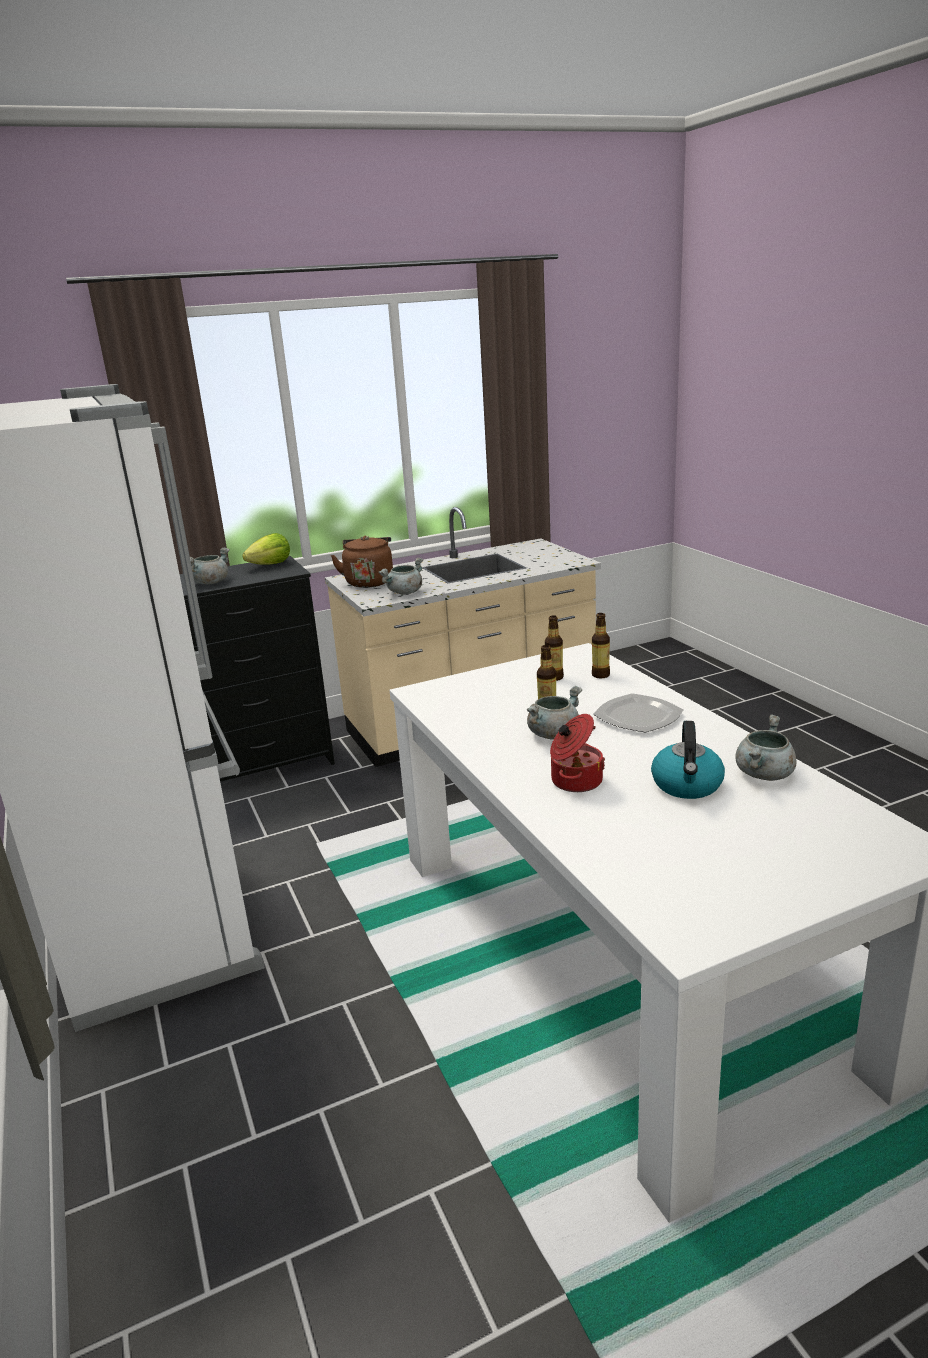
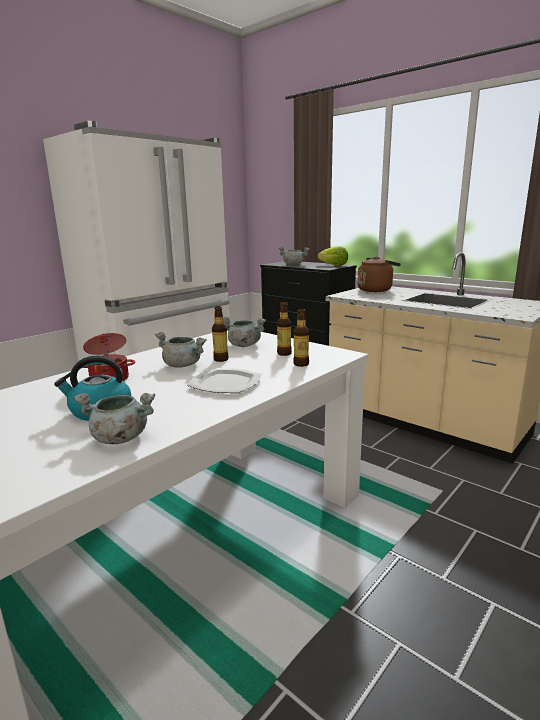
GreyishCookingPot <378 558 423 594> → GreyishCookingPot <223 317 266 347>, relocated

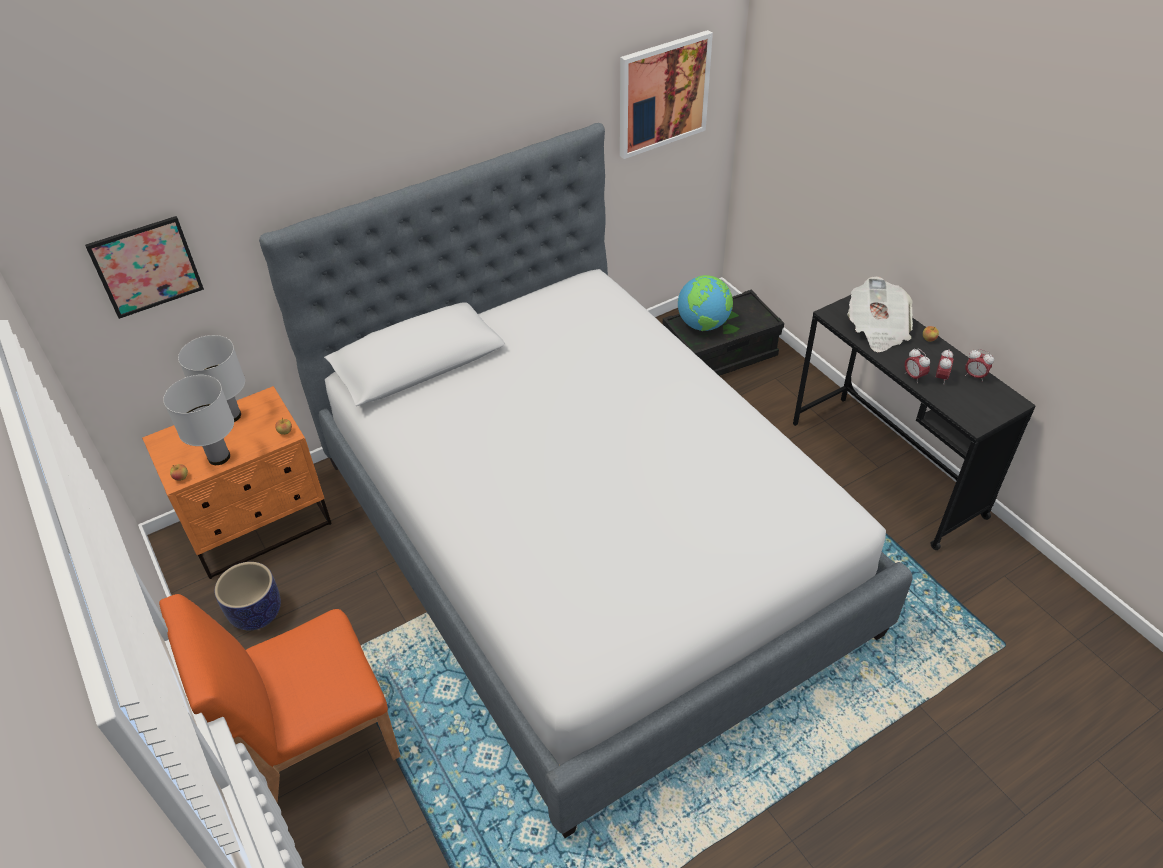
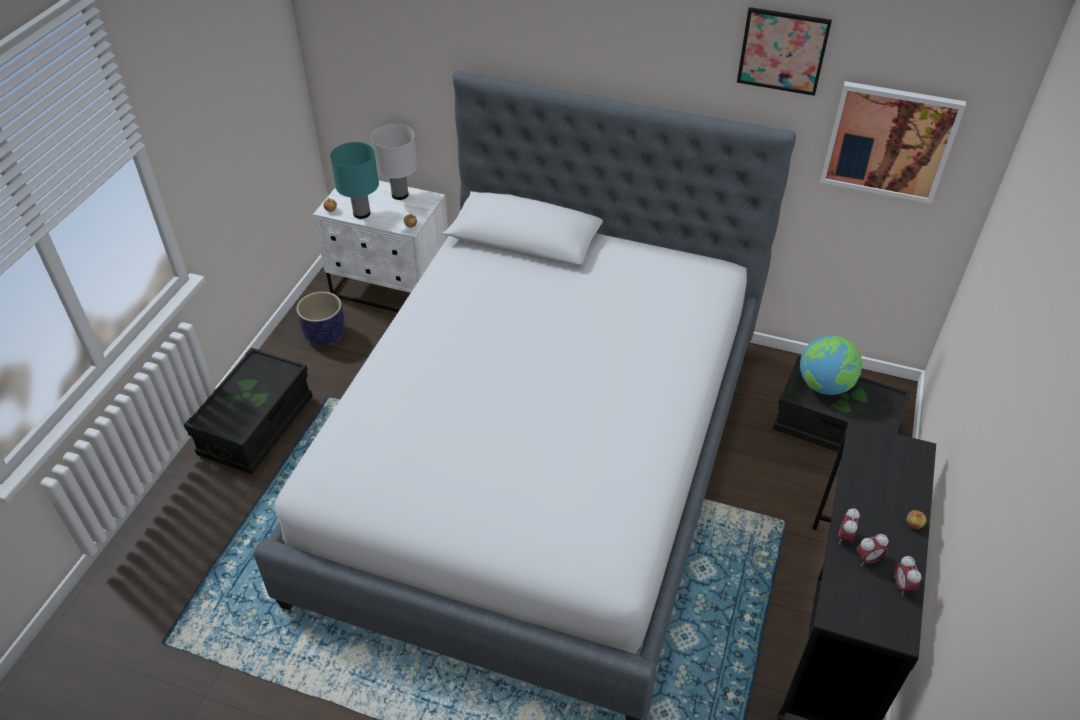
OrangeColouredUprightChair <159 594 401 804> → BlackStorageBin <184 348 313 474>
OrangeColouredNightstand <142 386 331 579> → WhiteColouredNightstand <313 181 448 312>
WhiteColouredTabletopLamp <163 375 234 465> → TurquoiseColouredTabletopLamp <330 142 379 219>
Picture <85 216 204 319> → Picture <737 7 832 96>, relocated
Newspaper <848 276 913 353> → -

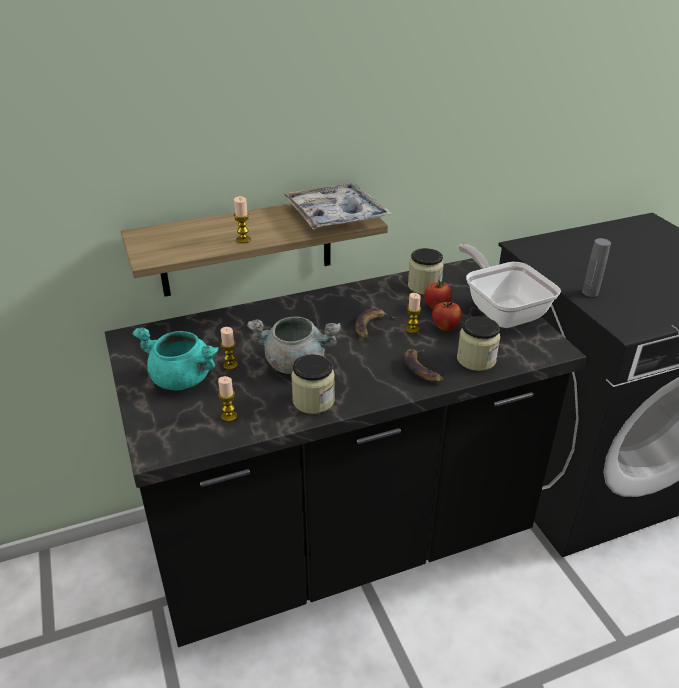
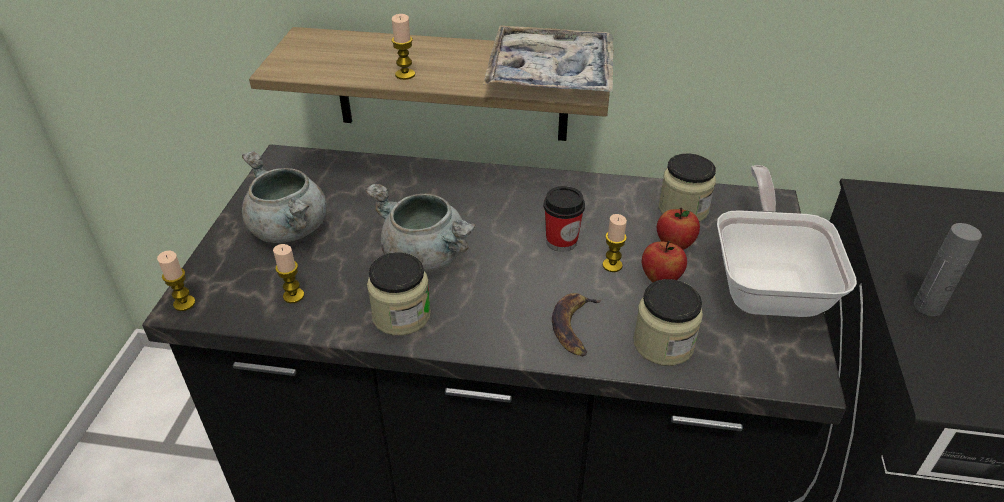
WaxLight <221 327 238 370> → WaxLight <157 251 196 311>, relocated
TurquoiseColouredCookingPot <132 328 219 391> → GreyishCookingPot <242 151 327 243>
Banana <355 308 395 339> → DrinkingCup <544 186 585 252>

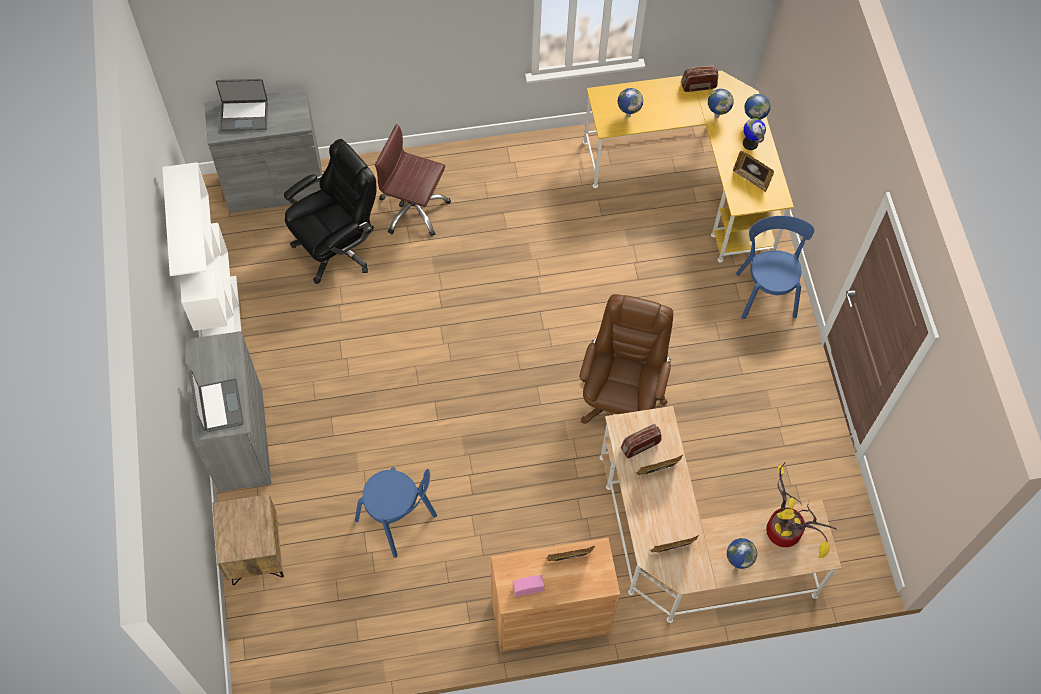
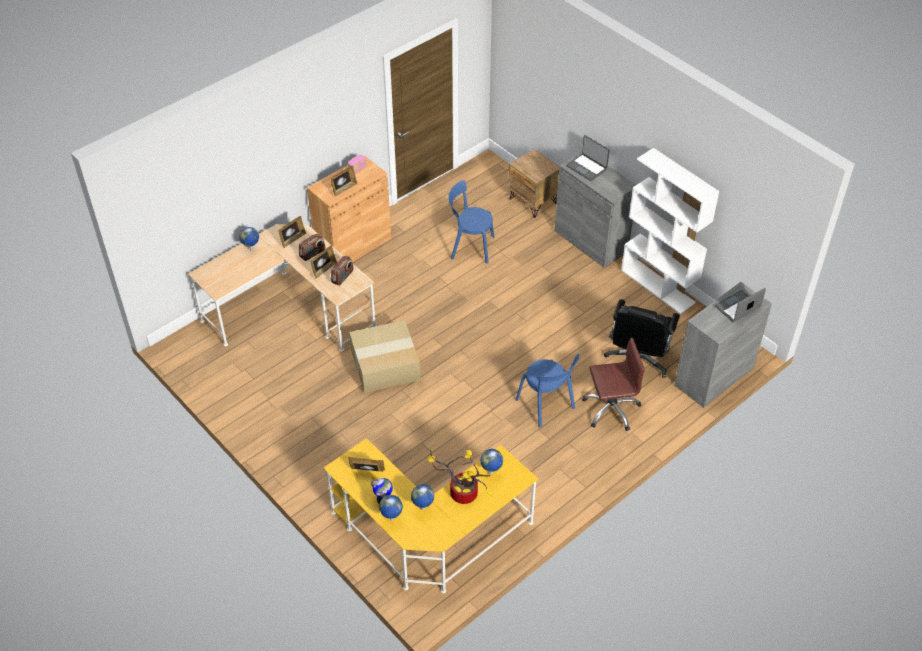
Radio <681 66 718 92> → Radio <299 234 325 261>, relocated
BrownColouredDeskChair <579 294 673 424> → CardboardBox <349 320 420 393>
Houseplant <766 462 837 558> → Houseplant <427 450 493 504>, relocated
BlueColouredUprightChair <736 216 814 319> → BlueColouredUprightChair <515 353 579 428>, relocated

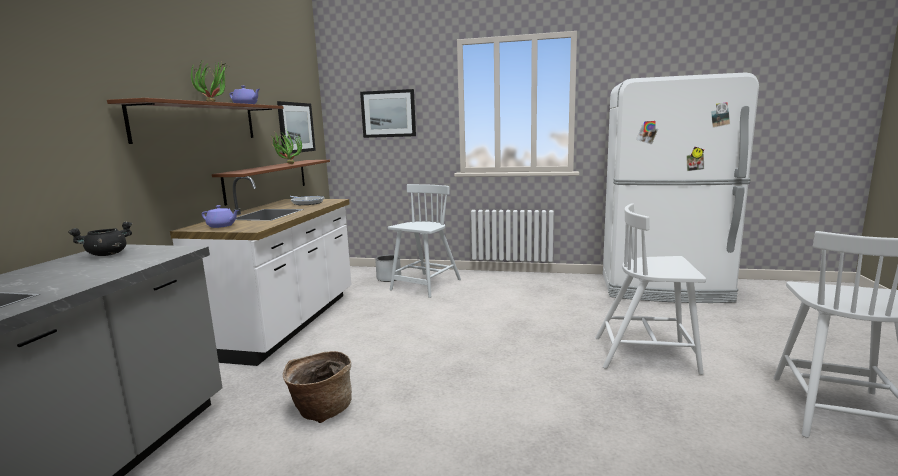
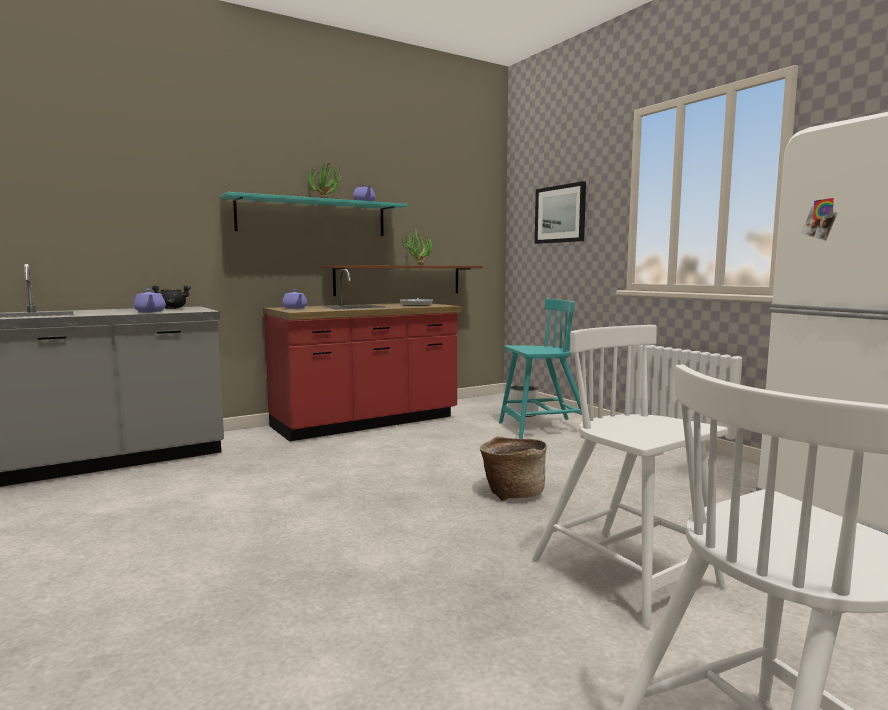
- → PurpleColouredTeaPot <133 289 166 312>
BrownColouredBracketShelf <107 98 284 144> → TurquoiseColouredBracketShelf <220 192 407 236>
WhiteColouredKitchenBaseUnit <170 176 352 366> → RedColouredKitchenBaseUnit <263 269 461 441>
StorageBasket <283 351 352 423> → StorageBasket <480 436 547 501>, relocated
WhiteColouredUprightChair <388 184 461 298> → TurquoiseColouredUprightChair <499 299 582 439>
Picture <277 101 316 154> → -

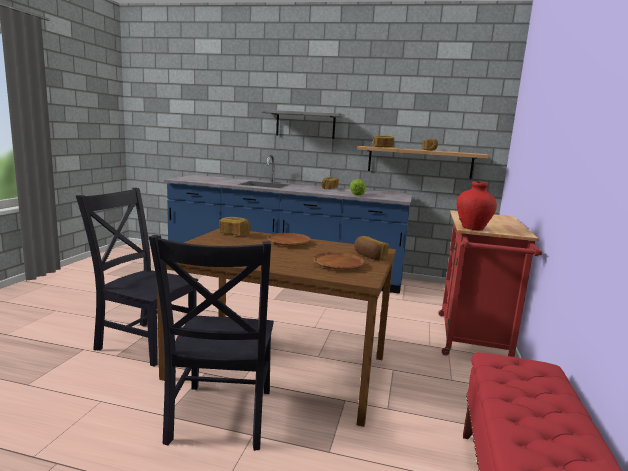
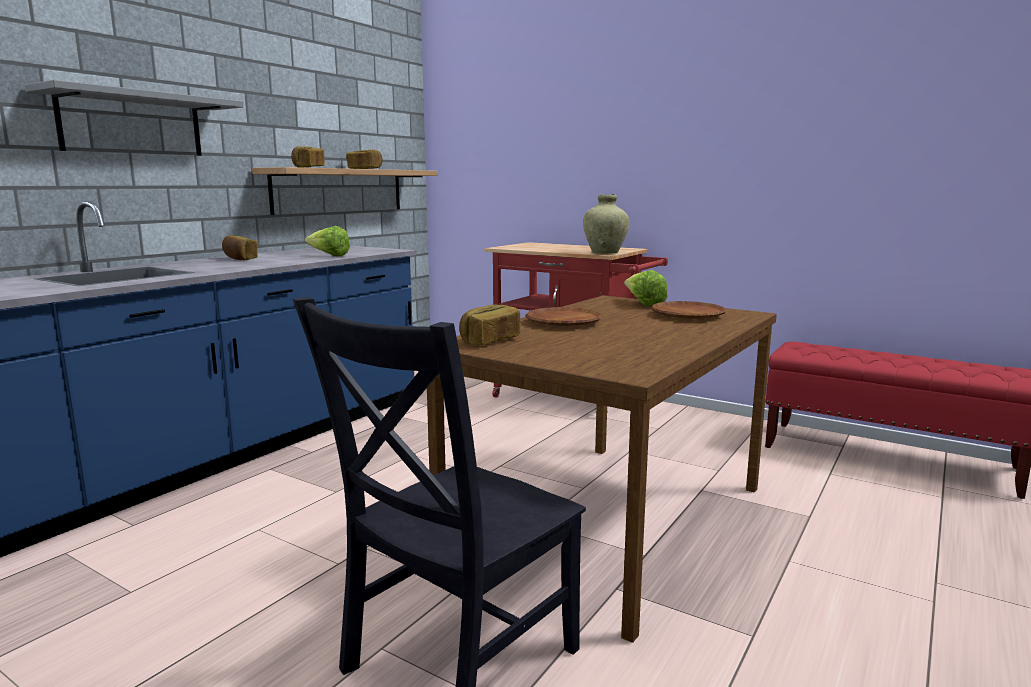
RedColouredDecorativeVase <457 181 497 230> → BeigeDecorativeVase <583 194 630 254>
BakeryBread <354 236 389 260> → LettuceHead <624 270 668 306>
BlackUprightChair <149 235 274 451> → -

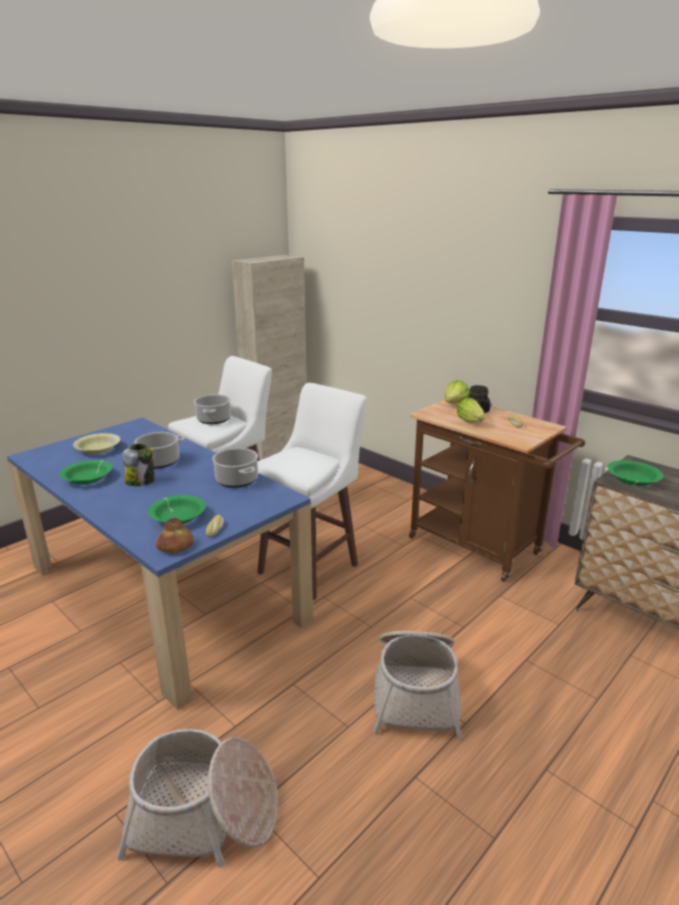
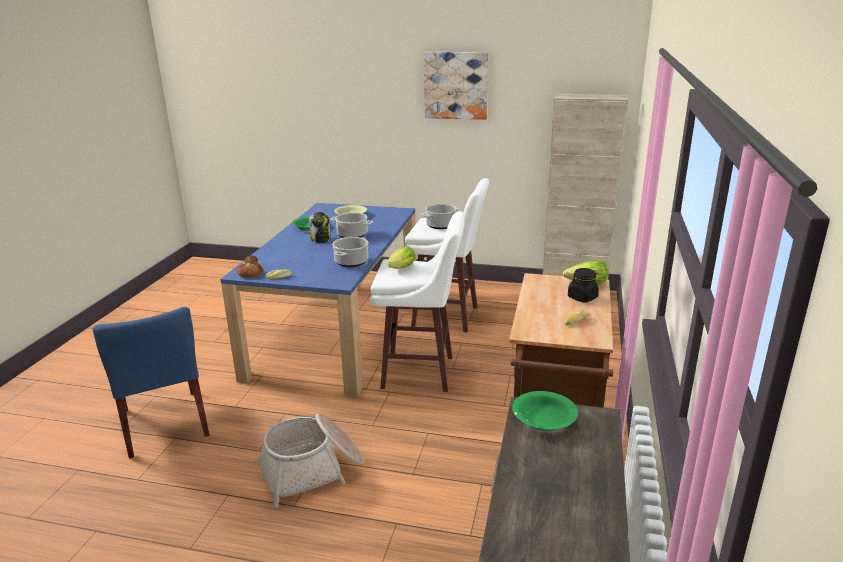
StorageBasket <117 729 278 868> → BlueColouredUprightChair <92 307 210 459>
LettuceHead <457 398 485 423> → LettuceHead <387 246 416 269>, relocated
- → Picture <424 52 489 120>
GreenColouredDeepDish <148 495 206 524> → -

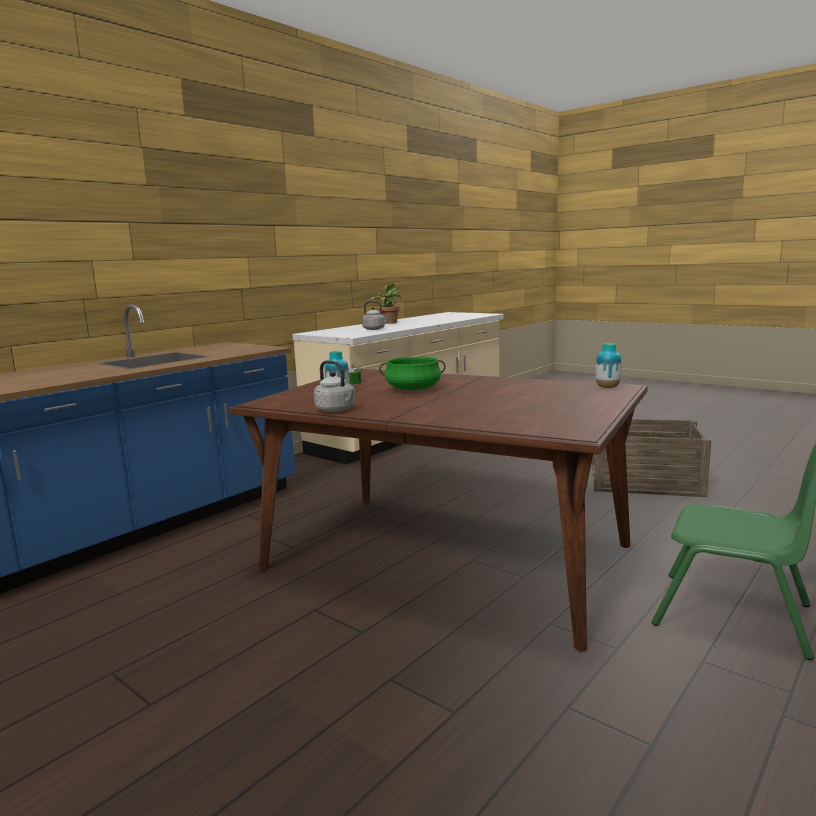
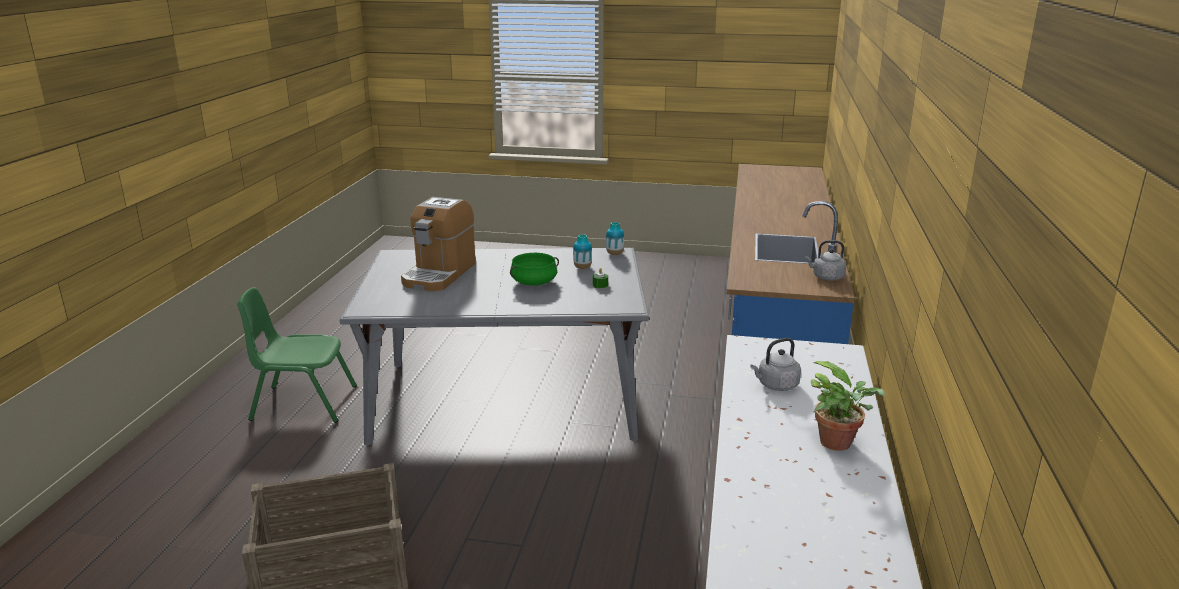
BrownColouredKitchenTable <229 369 648 652> → GreyishKitchenTable <340 248 649 446>
- → CoffeeMaker <401 197 476 291>
DecorativeVase <596 343 621 388> → DecorativeVase <606 222 624 255>, relocated
GreyishWaterKettle <314 360 356 412> → GreyishWaterKettle <805 240 846 280>, relocated

